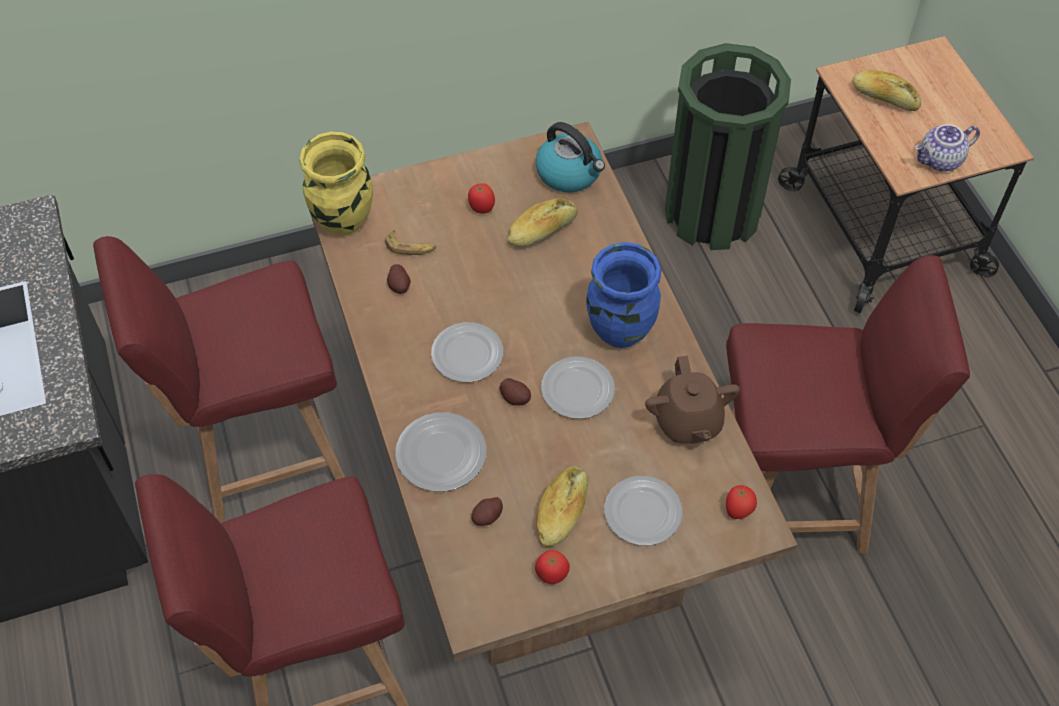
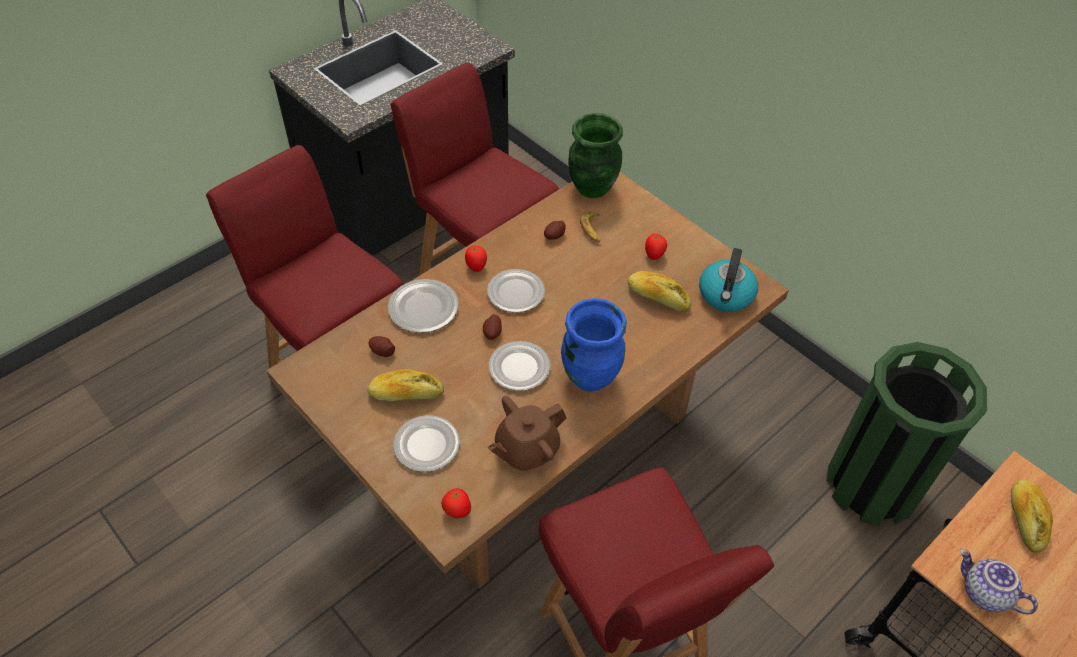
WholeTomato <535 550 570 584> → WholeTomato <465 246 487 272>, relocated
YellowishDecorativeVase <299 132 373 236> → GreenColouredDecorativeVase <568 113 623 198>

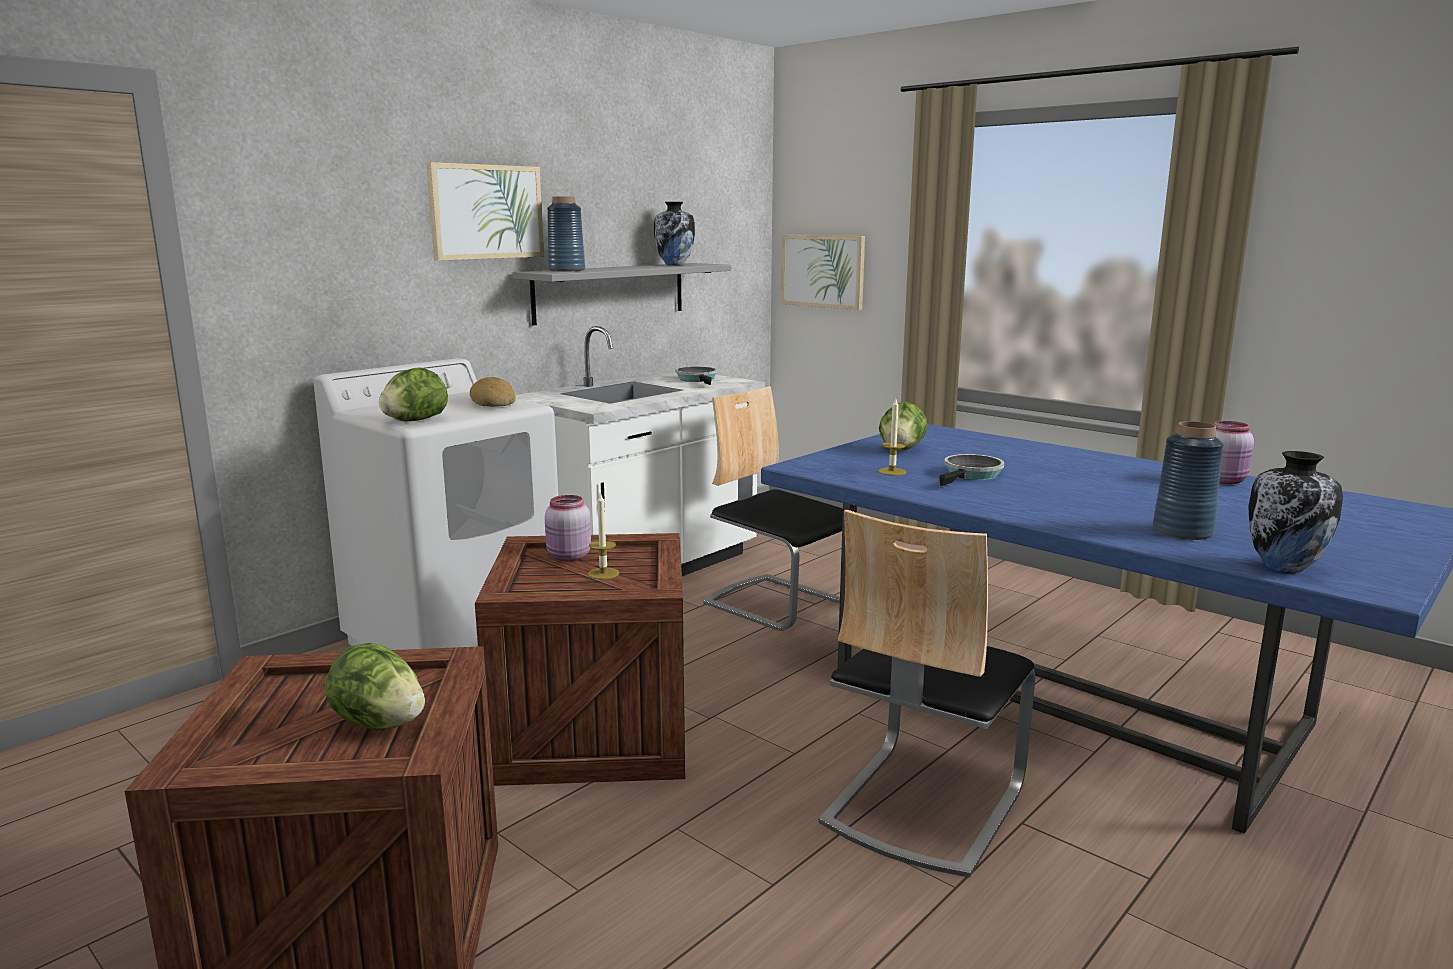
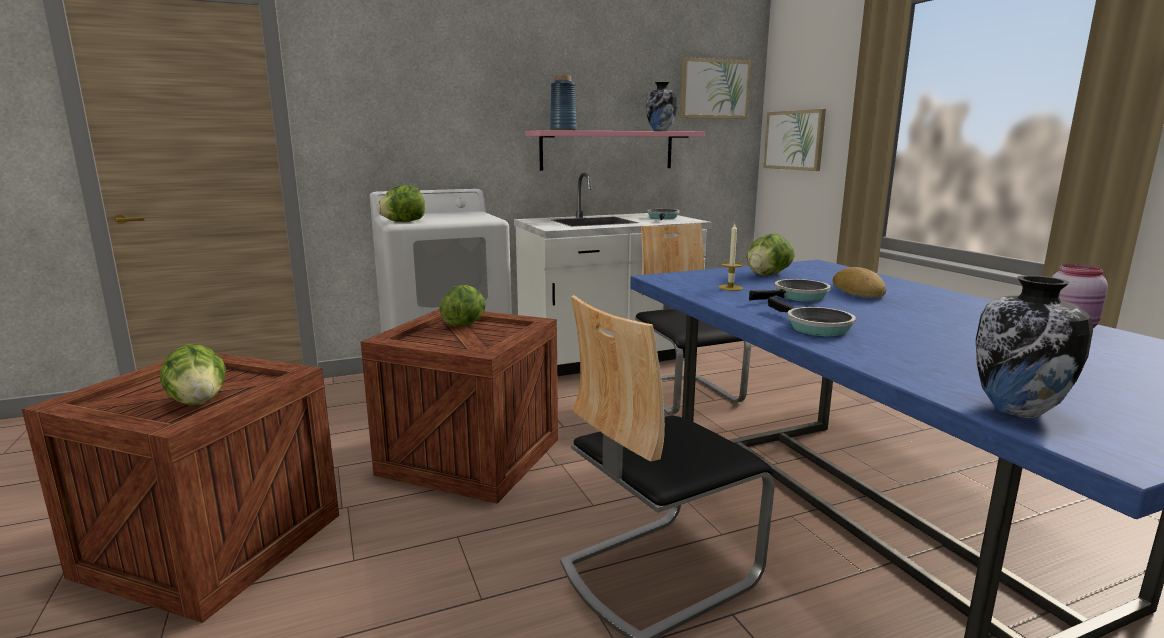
PinkColouredPreserveJar <545 495 591 561> → LettuceHead <439 285 486 327>
GreyishBracketShelf <513 263 731 326> → PinkColouredBracketShelf <525 130 705 171>
Picture <426 162 544 261> → Picture <680 57 751 119>, relocated
- → Pan <768 297 856 337>
BakeryBread <470 377 516 407> → BakeryBread <833 267 886 298>, relocated
WaxLight <588 492 619 579> → -
BlueColouredDecorativeVase <1153 421 1224 540> → -

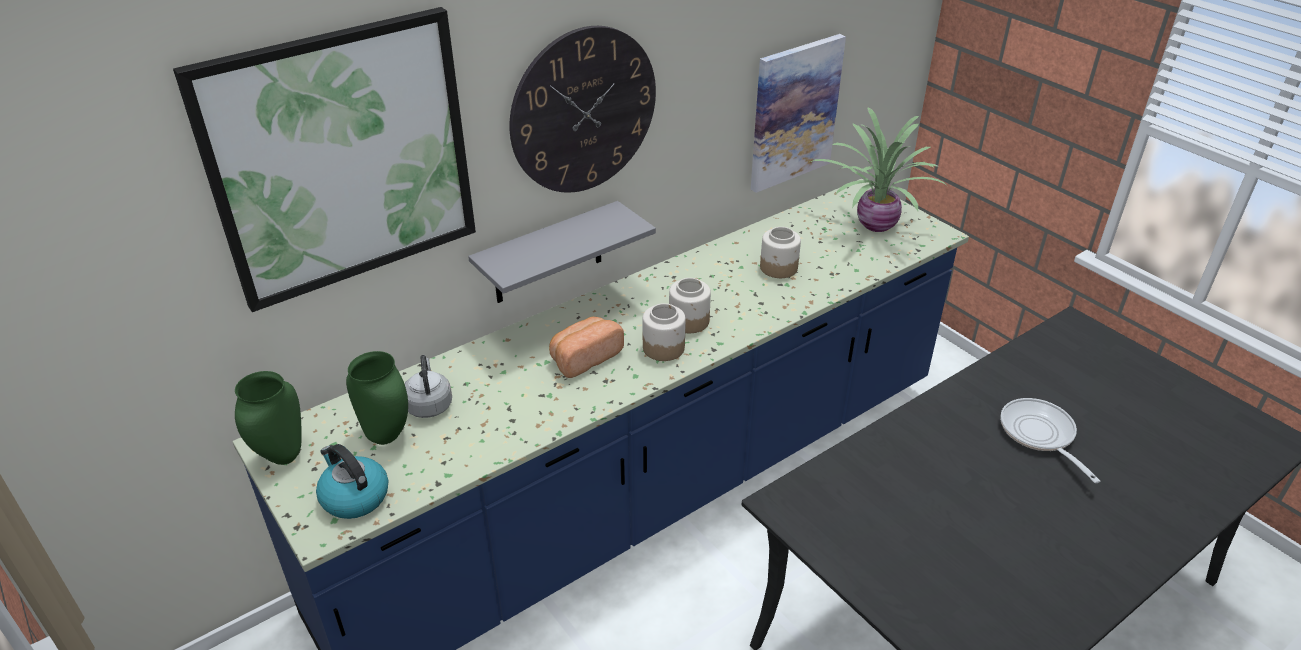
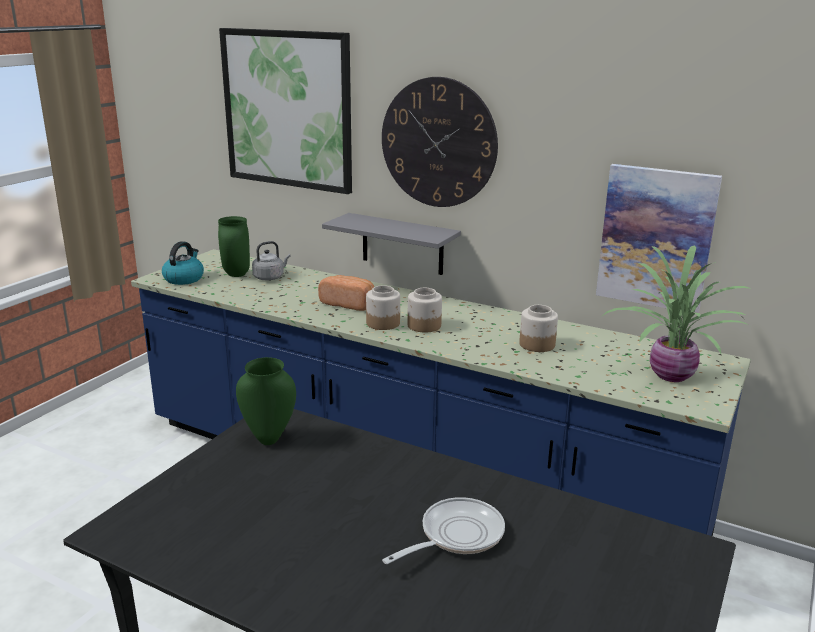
GreenColouredDecorativeVase <235 371 301 465> → GreenColouredDecorativeVase <236 357 296 445>, relocated

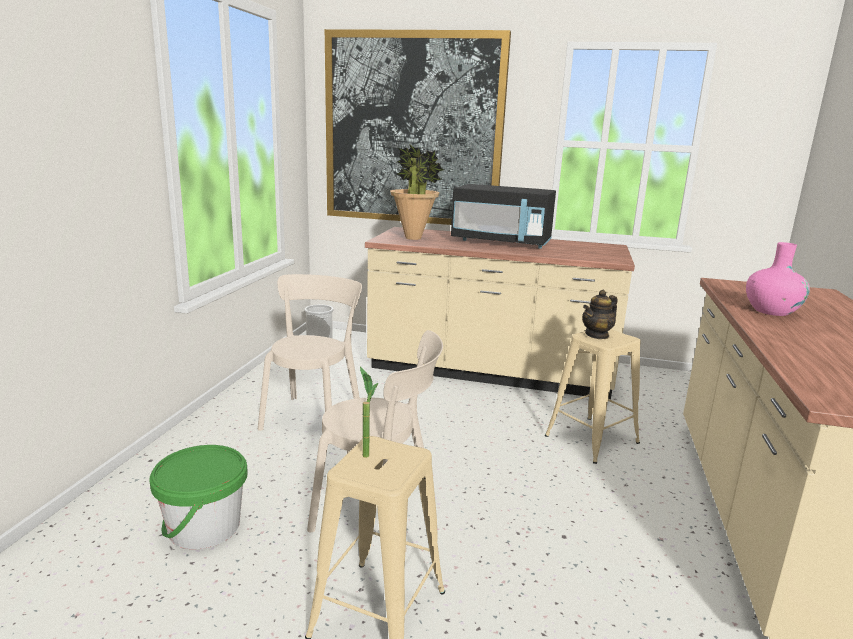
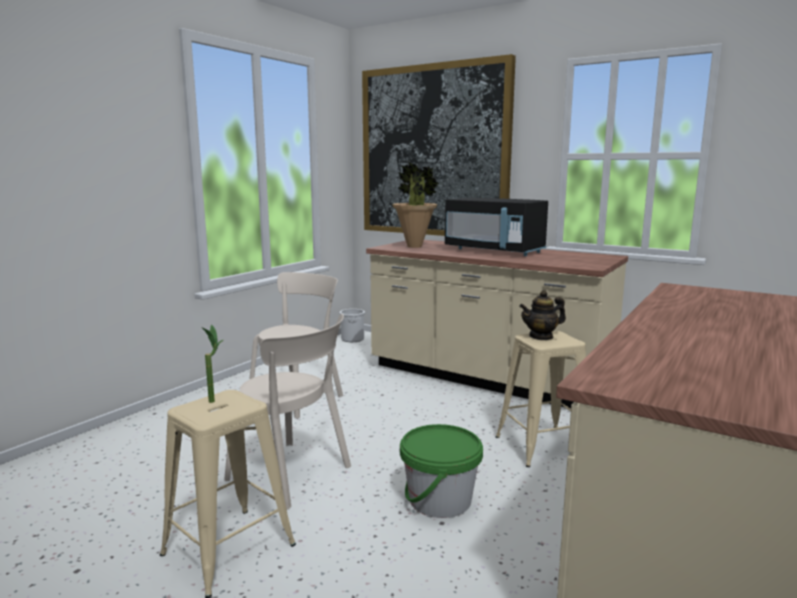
GreenColouredBucket <150 445 248 549> → GreenColouredBucket <400 424 483 518>, relocated
PinkColouredDecorativeVase <746 242 810 316> → -

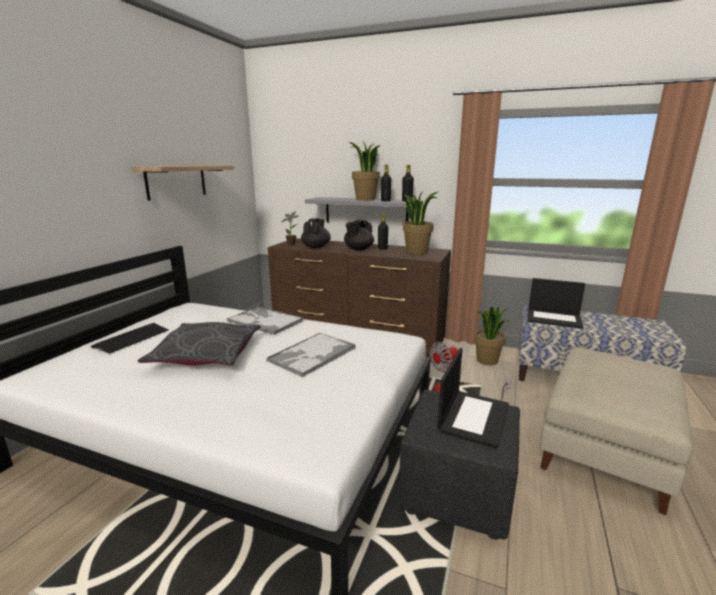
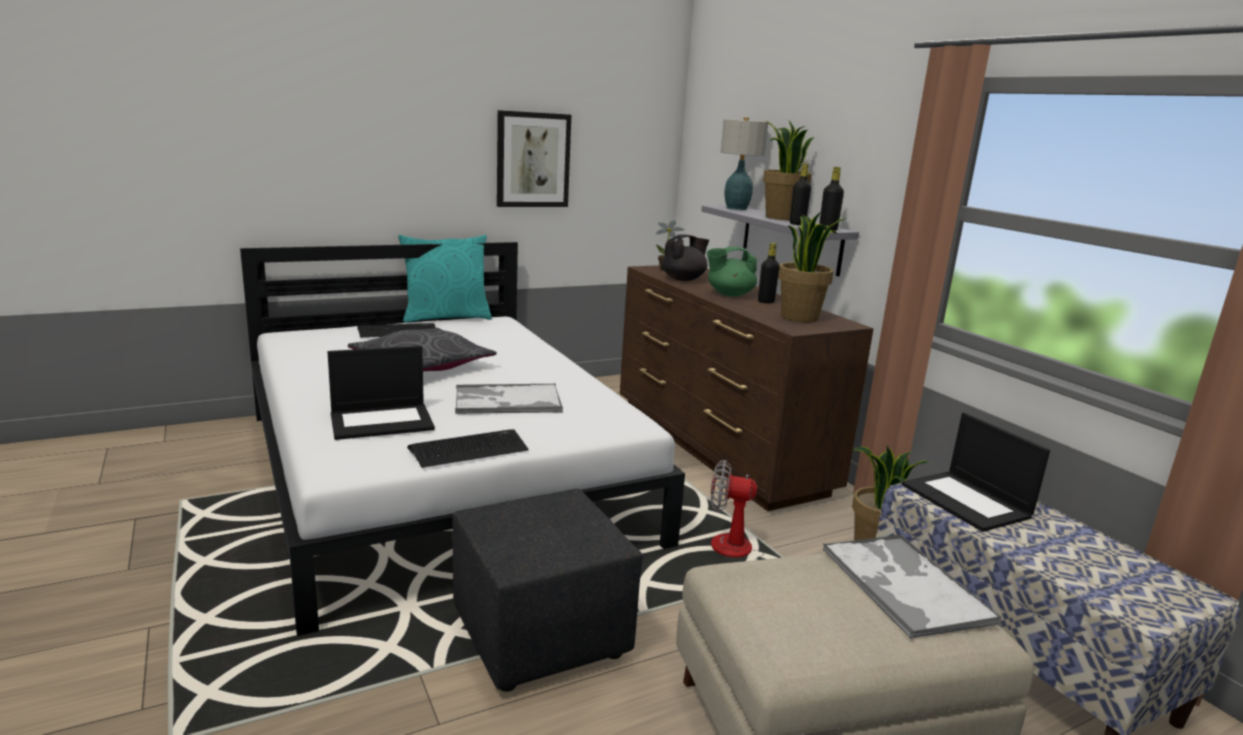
PortableComputer <437 348 509 448> → PortableComputer <328 346 435 440>, relocated
- → TurquoiseColouredCushion <398 235 492 323>
- → PcKeyboard <407 429 528 468>
BracketShelf <132 165 234 201> → Picture <497 110 571 207>
BlackTeaPot <344 220 374 250> → GreenColouredTeaPot <707 247 757 297>
- → TabletopLamp <721 117 768 210>
CarryingTray <227 307 303 335> → CarryingTray <823 534 1002 640>, relocated

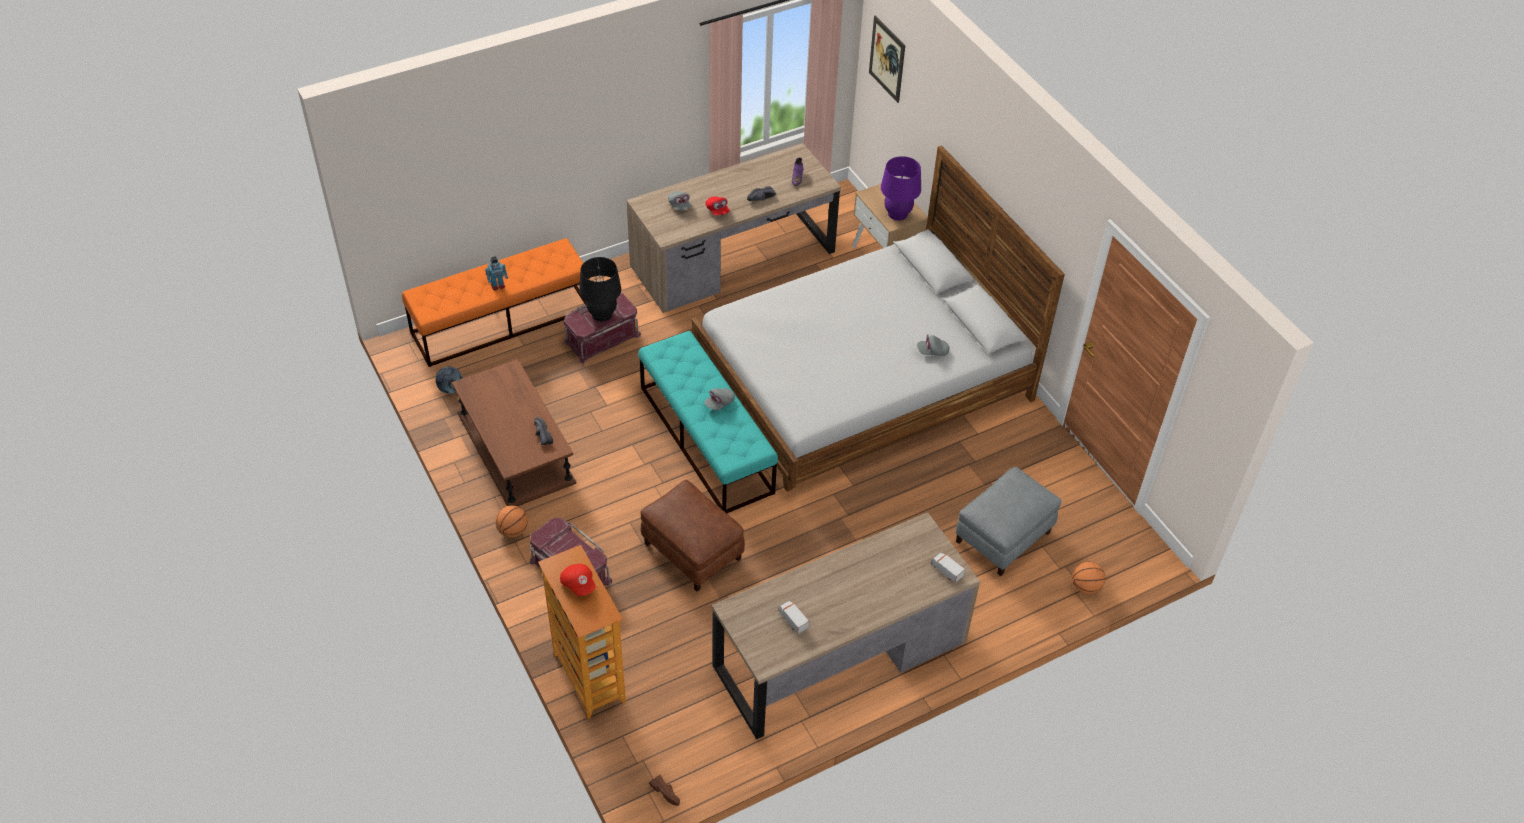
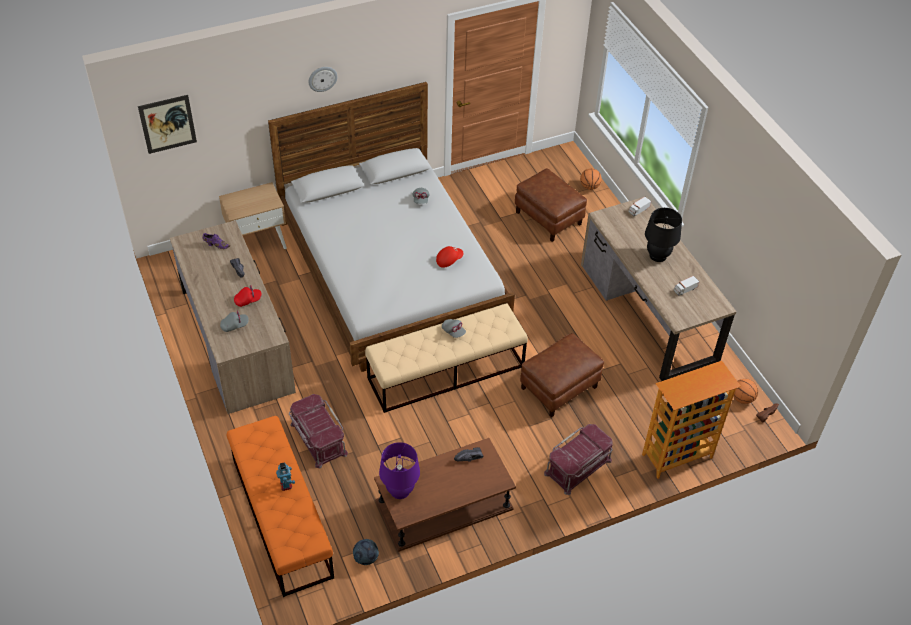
- → ClockOnTheWall <309 67 337 92>
TurquoiseColouredBench <638 331 778 513> → BeigeBench <365 303 528 413>
PurpleColouredTabletopLamp <881 156 921 221> → PurpleColouredTabletopLamp <379 442 420 499>, relocated
RedColouredBaseballCap <560 564 595 596> → RedColouredBaseballCap <436 246 464 268>, relocated
GreyishFootrest <956 467 1062 576> → BrownColouredFootrest <515 168 587 242>
BlackTabletopLamp <579 257 621 321> → BlackTabletopLamp <645 208 682 262>, relocated
Basketball <495 505 528 538> → Basketball <734 379 758 404>, relocated

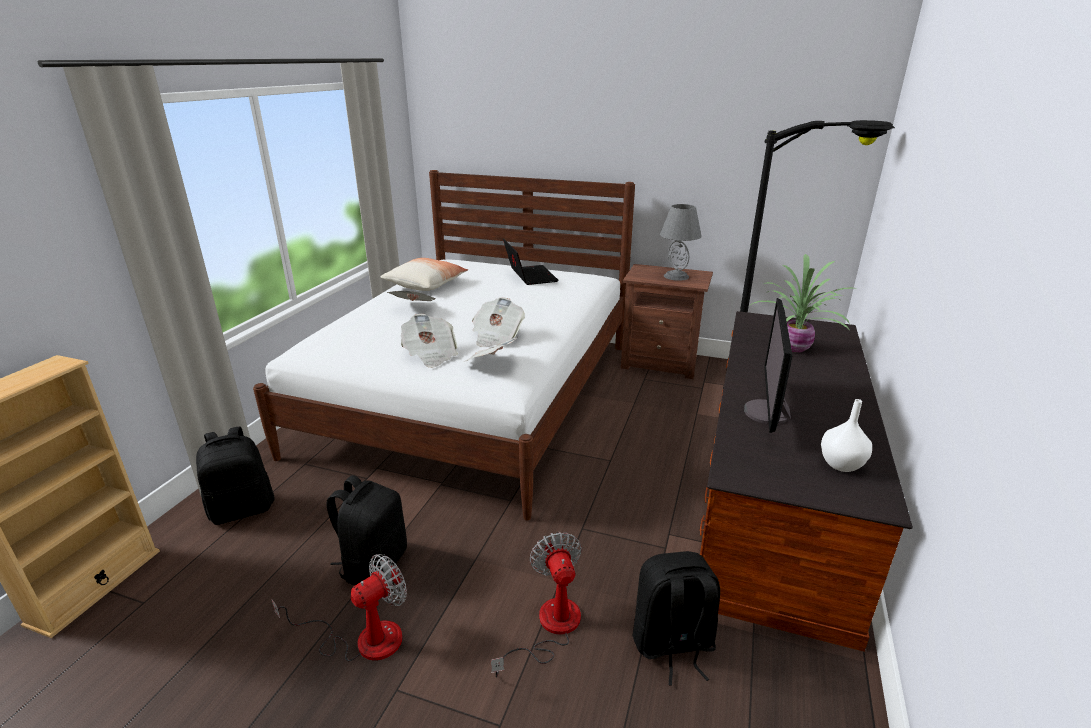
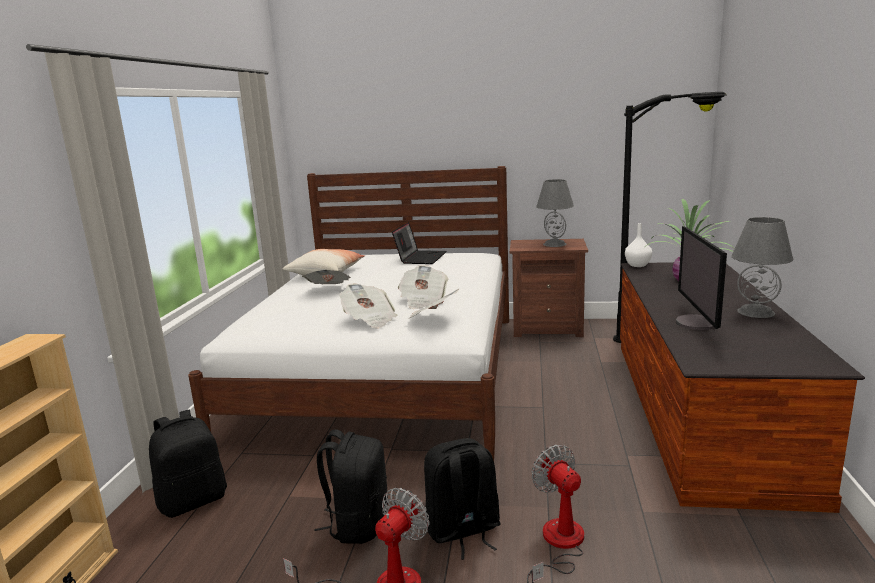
PortableComputer <503 238 559 285> → PortableComputer <392 222 446 264>, 45 degrees clockwise
BlackKnapsack <633 551 720 686> → BlackKnapsack <424 438 501 560>, relocated
WhiteColouredDecorativeVase <821 399 872 472> → WhiteColouredDecorativeVase <625 223 652 267>, relocated
- → GreyishTabletopLamp <731 217 793 318>

